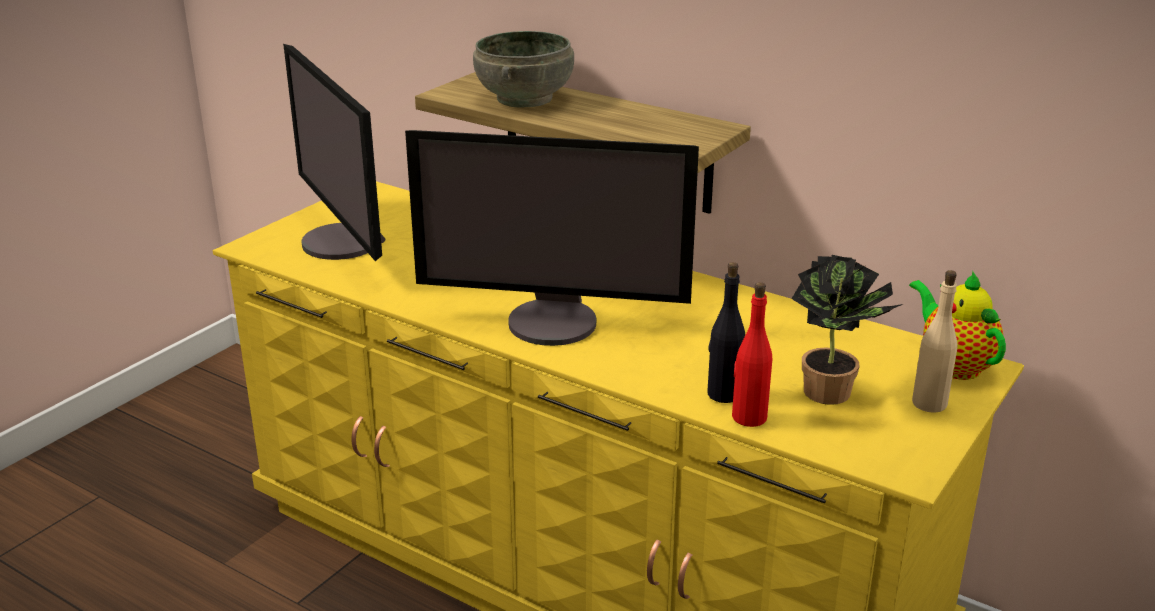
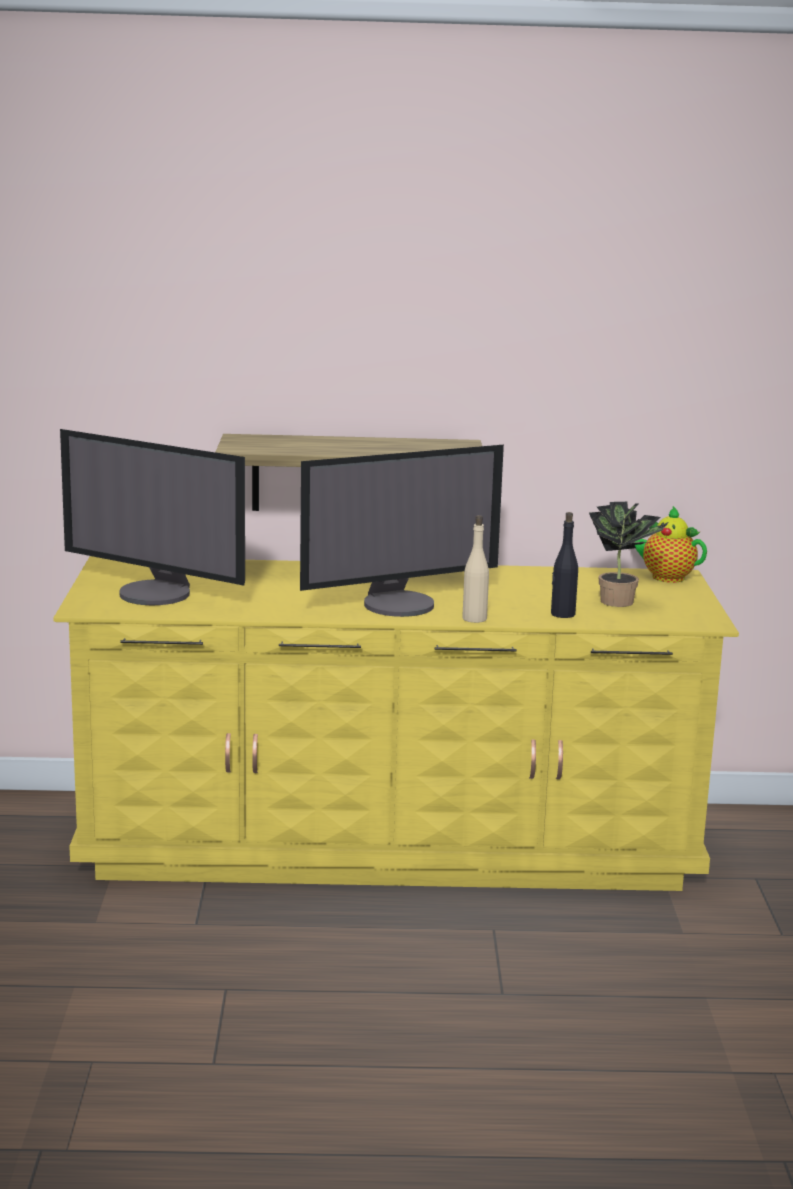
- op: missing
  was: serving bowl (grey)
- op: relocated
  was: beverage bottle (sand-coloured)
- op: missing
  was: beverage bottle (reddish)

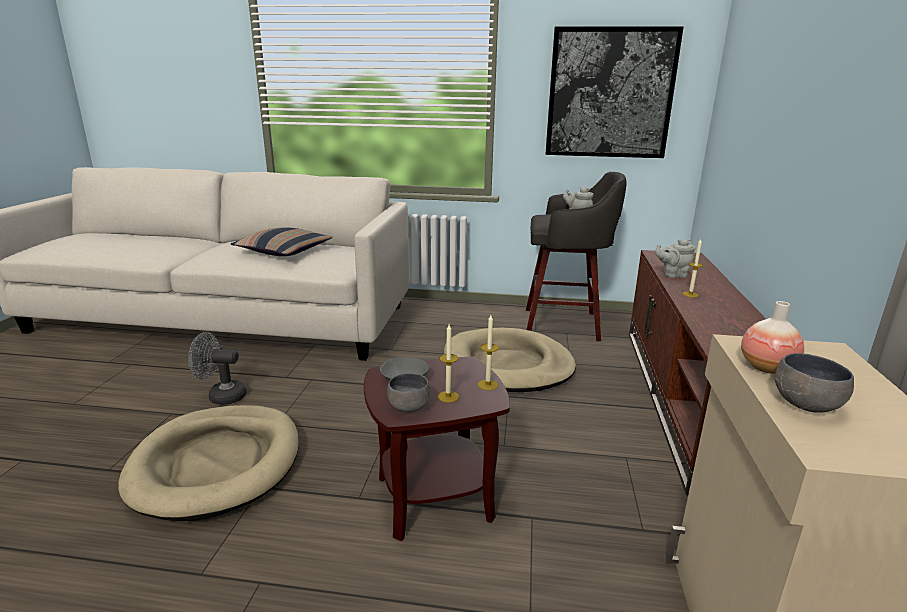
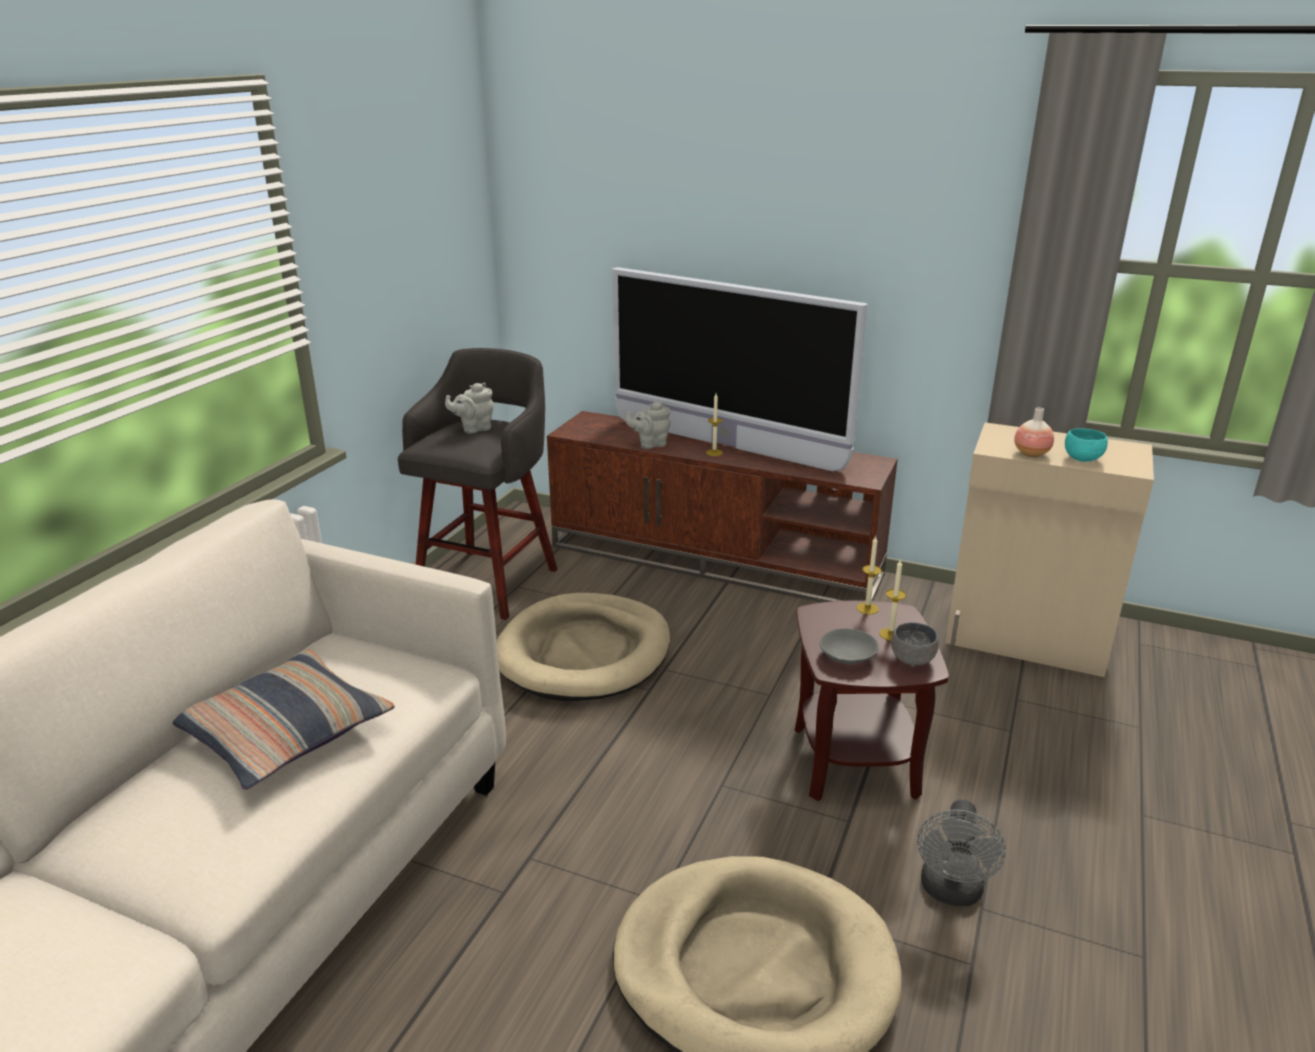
- op: missing
  was: wall picture
- op: spun
  was: tea pot (grey) (no. 2 from left)
  clockwise: 60
- op: relocated
  was: cooling fan (grey)
- op: colour
  was: serving bowl (grey) (no. 3 from left)
  now: serving bowl (blue-green)
- op: appeared
  now: TV set

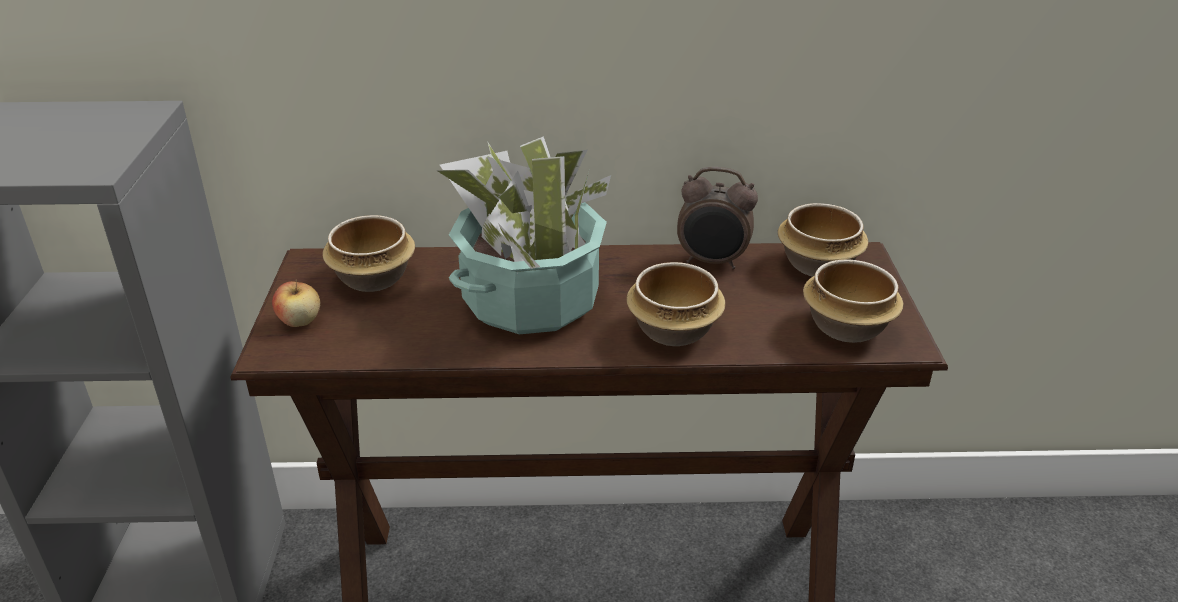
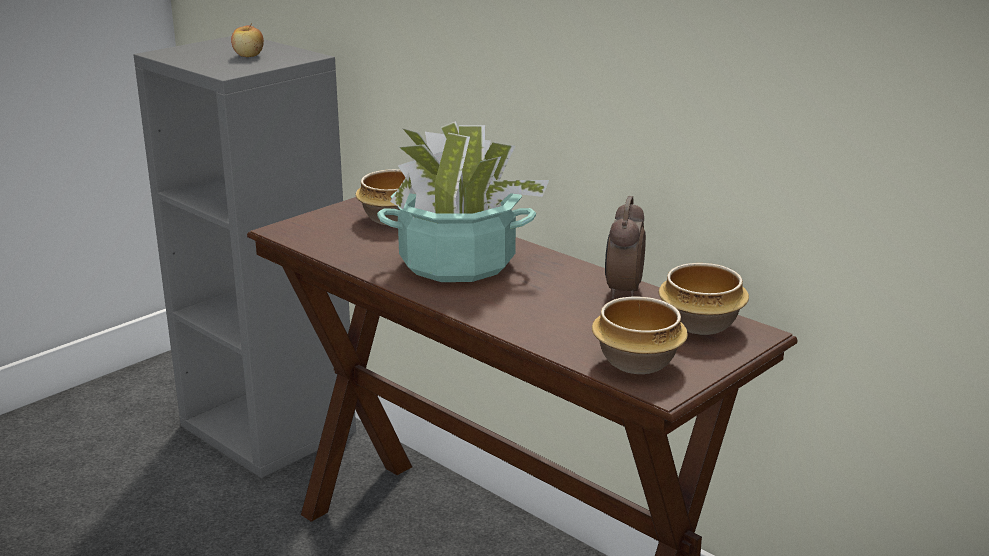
- op: spun
  was: alarm clock
  clockwise: 45
- op: missing
  was: serving bowl (no. 2 from left)
- op: relocated
  was: whole apple

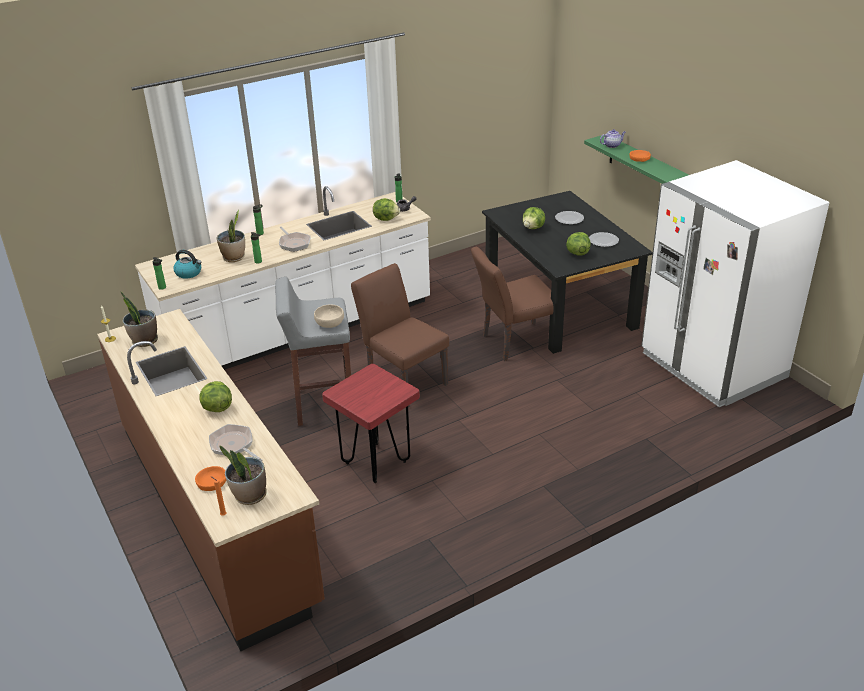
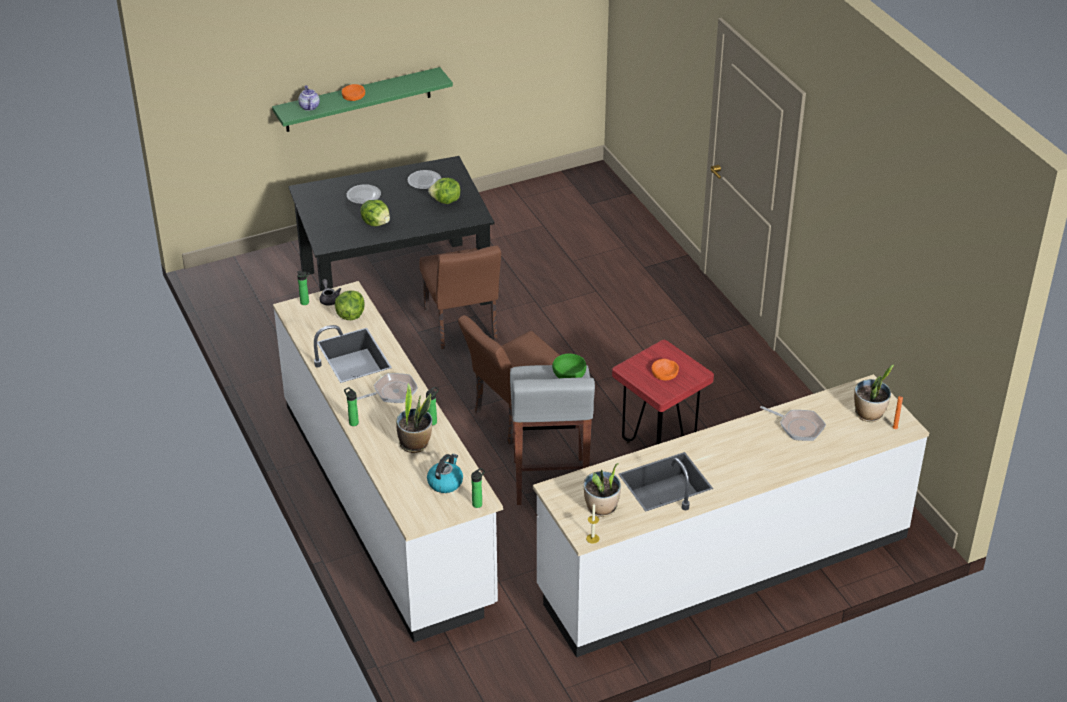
- op: missing
  was: refrigerator (white-coloured)
- op: colour
  was: serving bowl (sand-coloured)
  now: serving bowl (greenish)
- op: colour
  was: kitchen base unit (brown)
  now: kitchen base unit (white-coloured) (no. 2 from left)
- op: missing
  was: lettuce head (no. 1 from left)
- op: spun
  was: pan (no. 1 from left in the first image)
  clockwise: -105
- op: relocated
  was: serving bowl (orangey) (no. 1 from left in the first image)
  now: serving bowl (orangey) (no. 2 from left)

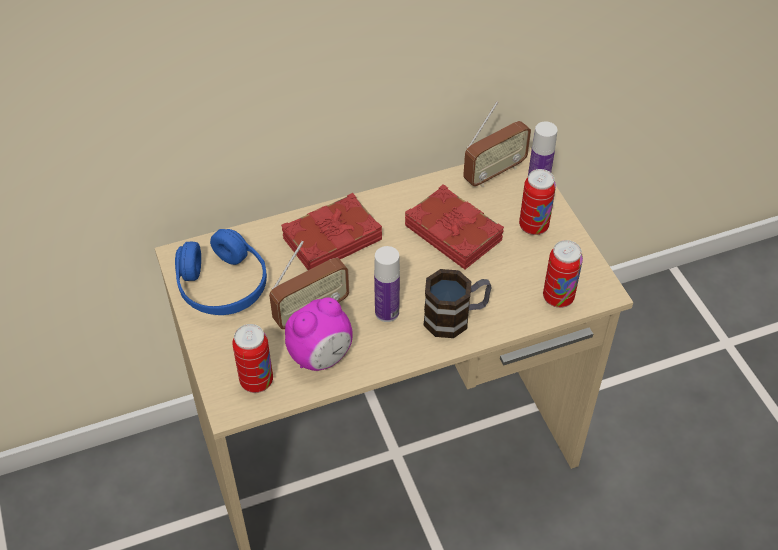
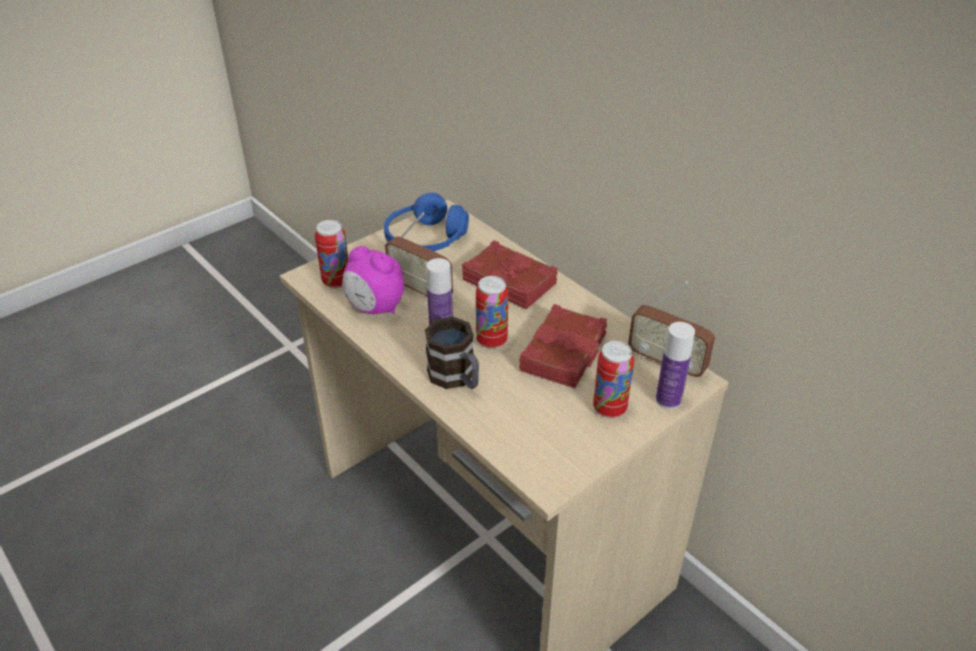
- op: relocated
  was: metal can (no. 3 from left in the first image)
  now: metal can (no. 2 from left)

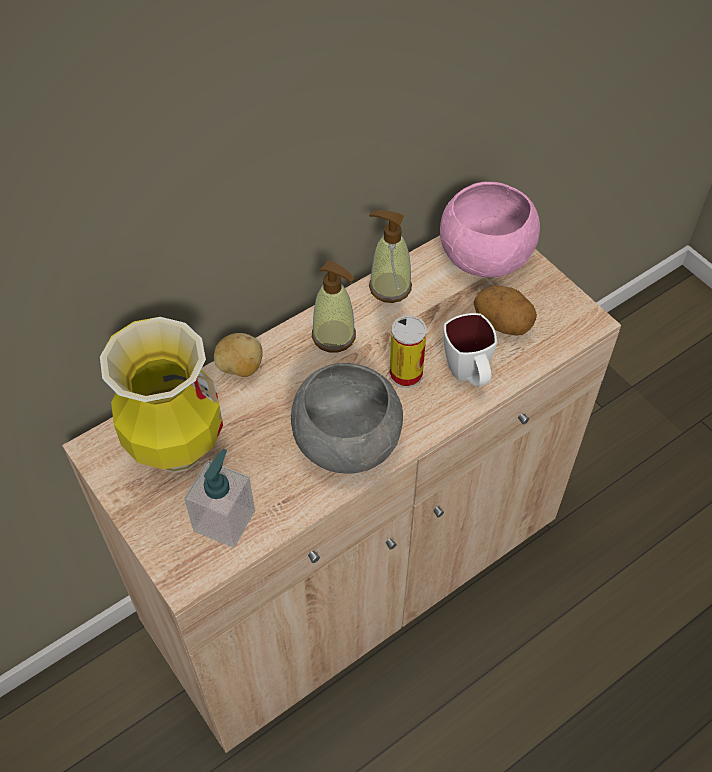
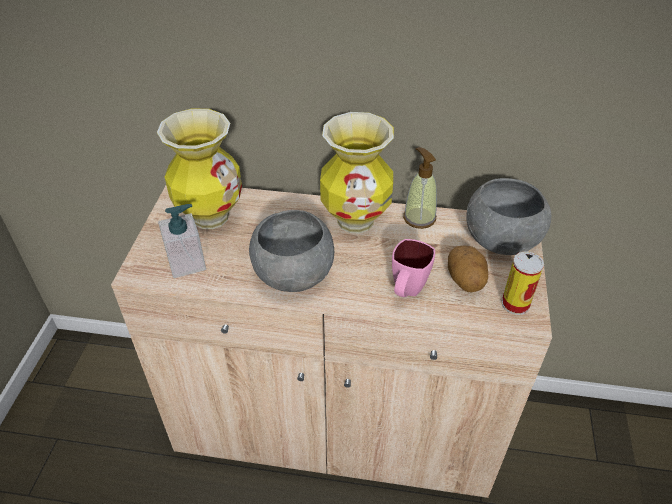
- op: colour
  was: serving bowl (pinkish)
  now: serving bowl (grey) (no. 2 from left)
- op: exchanged
  was: soap bottle (no. 2 from left)
  now: vase (no. 2 from left)
- op: colour
  was: coffee mug (white-coloured)
  now: coffee mug (pinkish)
- op: relocated
  was: metal can
- op: missing
  was: potato (no. 1 from left)

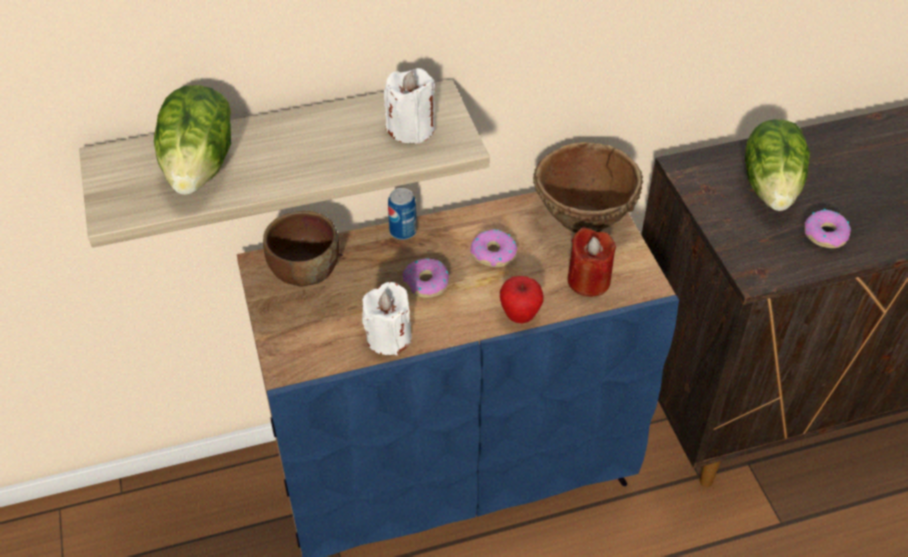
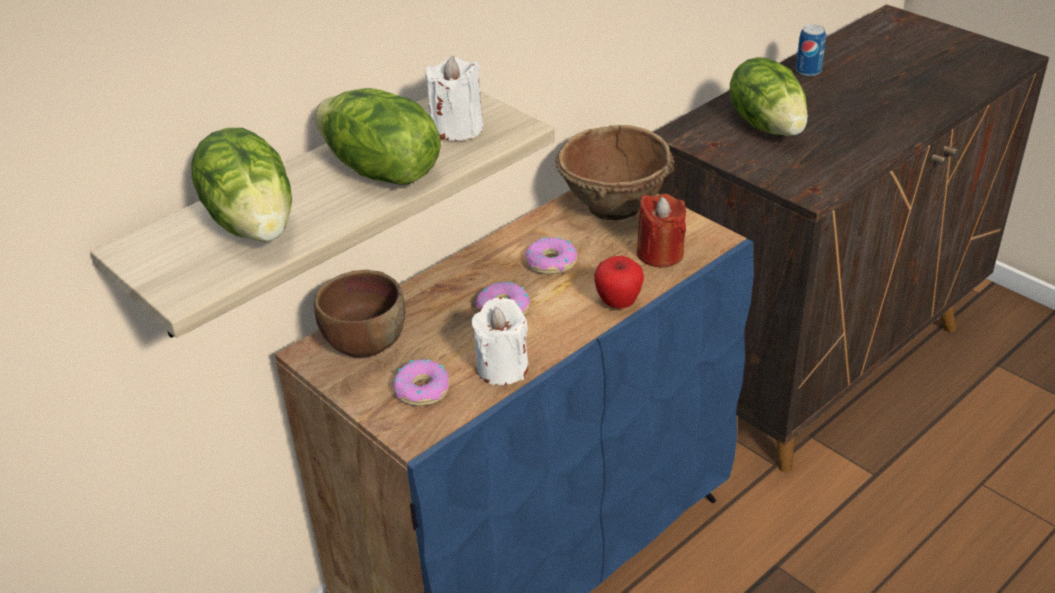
- op: relocated
  was: metal can
- op: relocated
  was: doughnut (no. 3 from left in the first image)
  now: doughnut (no. 1 from left)
- op: appeared
  now: lettuce head (no. 2 from left)

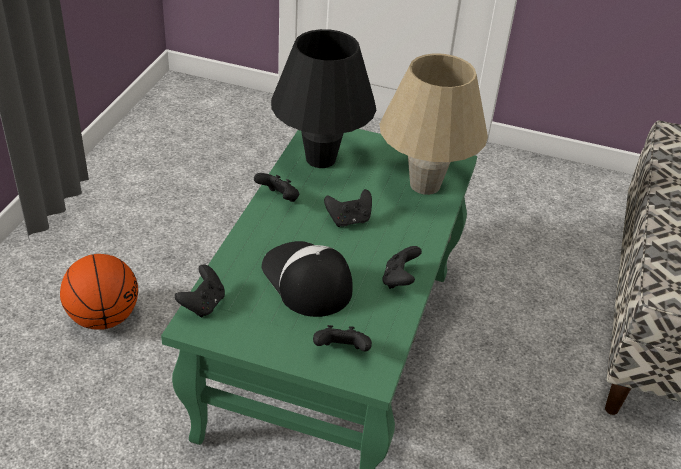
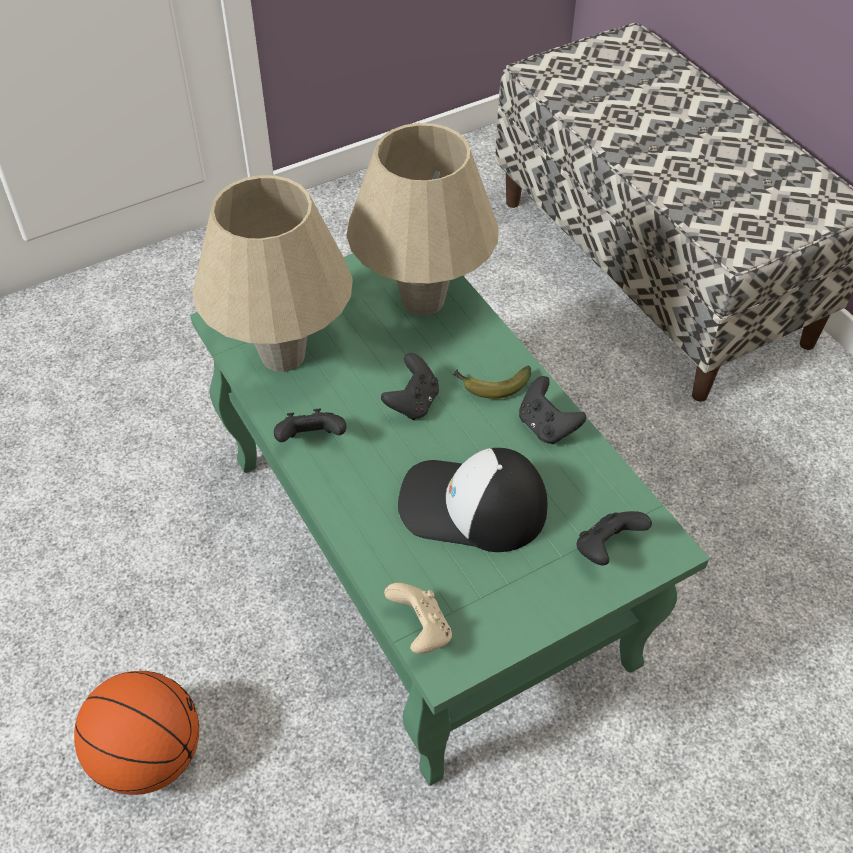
- op: colour
  was: table lamp (black-coloured)
  now: table lamp (sand-coloured) (no. 1 from left)
- op: colour
  was: game controller (black-coloured) (no. 1 from left)
  now: game controller (sand-coloured)
- op: appeared
  now: banana

